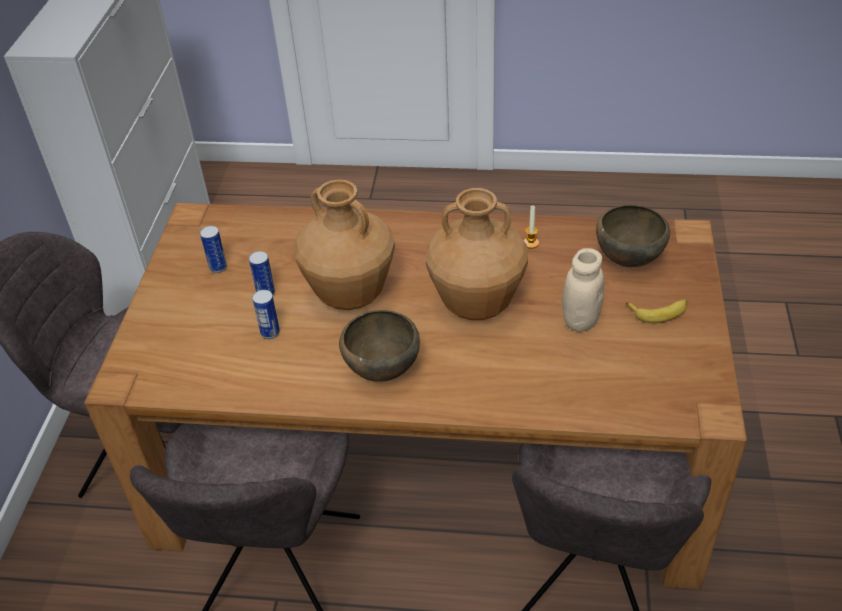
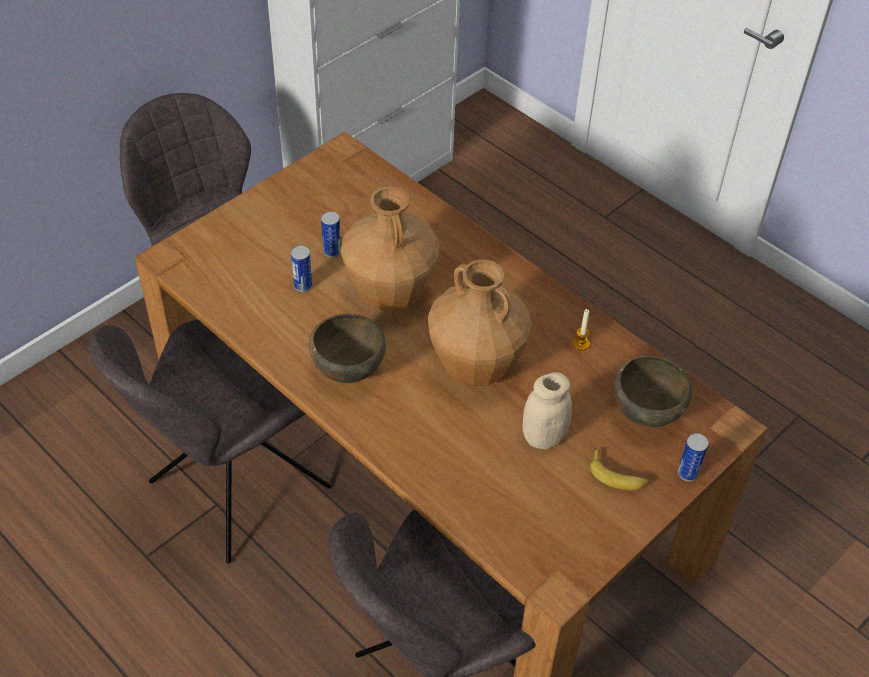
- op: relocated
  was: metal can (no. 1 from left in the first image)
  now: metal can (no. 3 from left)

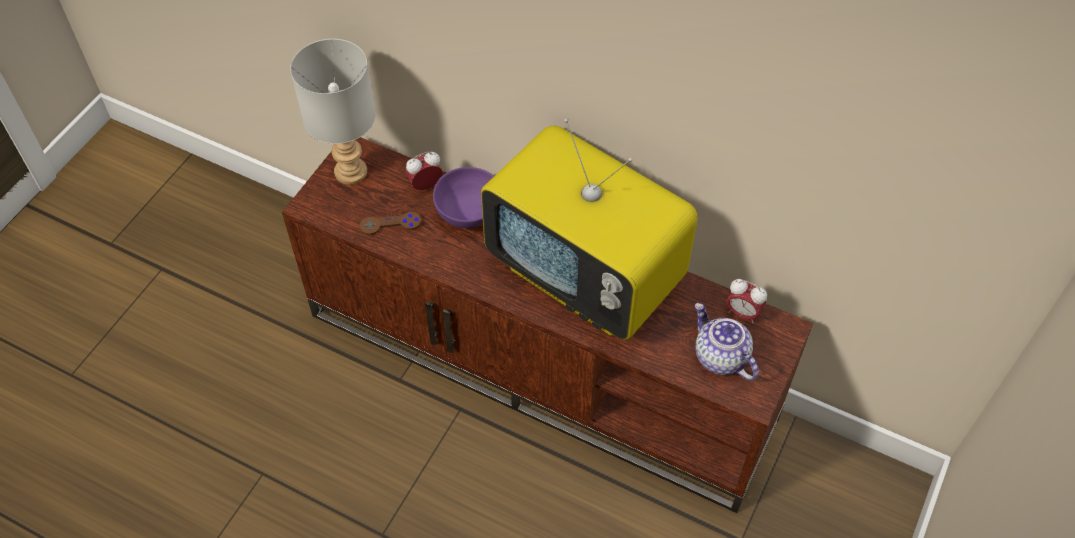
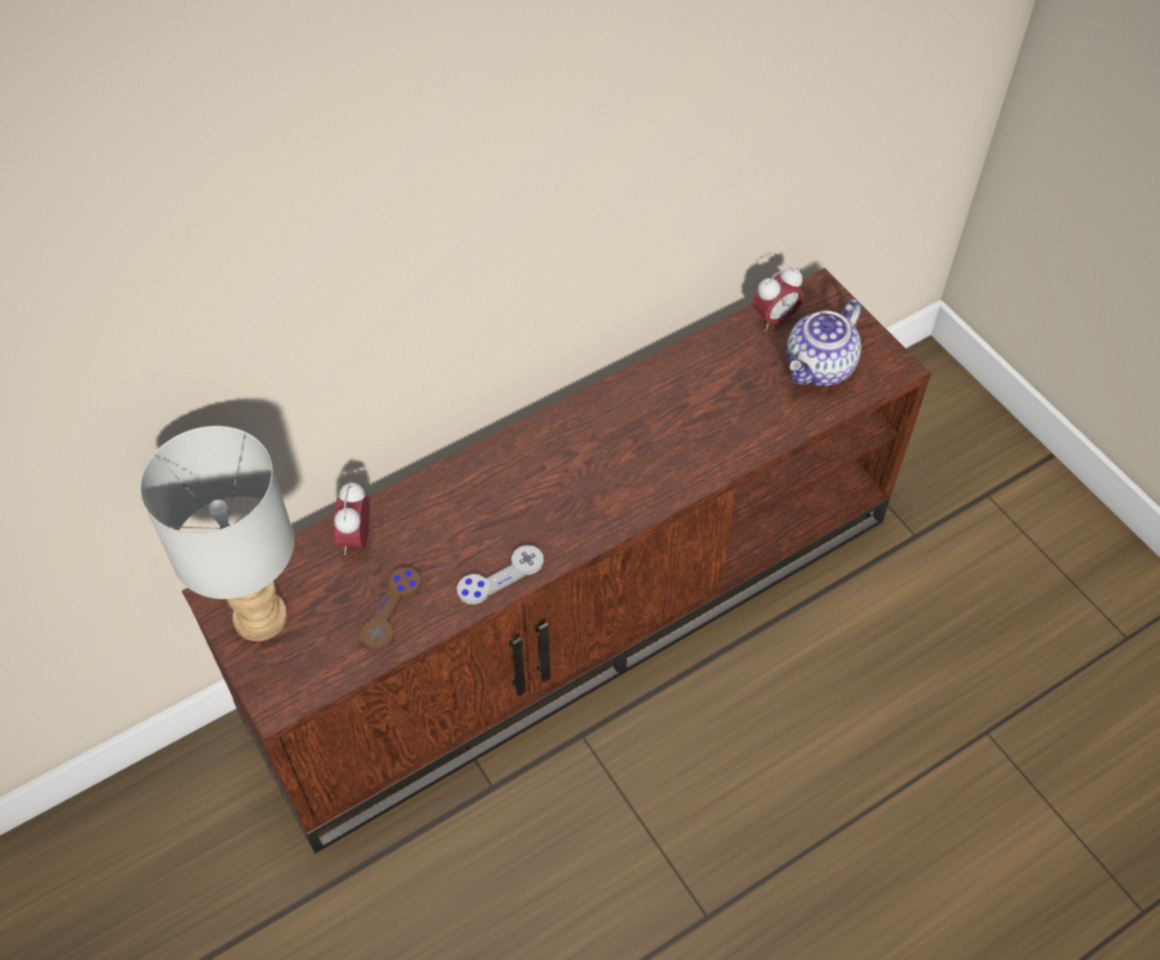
- op: missing
  was: TV set
- op: missing
  was: serving bowl (purple-coloured)
- op: spun
  was: tea pot
  clockwise: -45
- op: appeared
  now: game controller (grey)

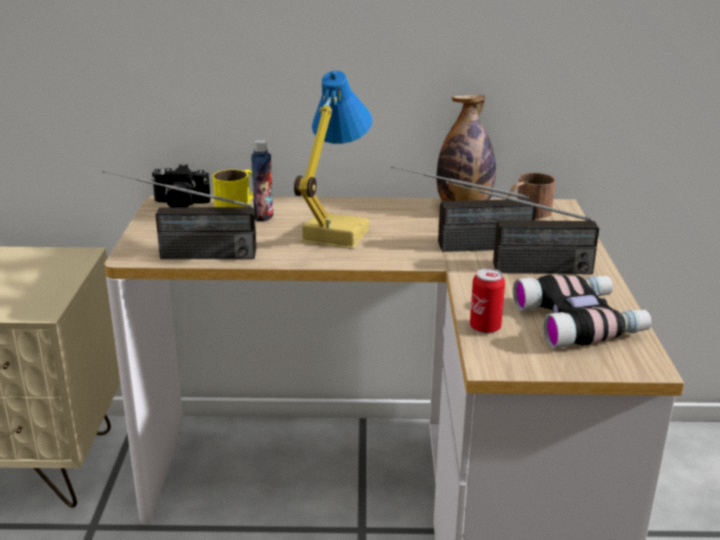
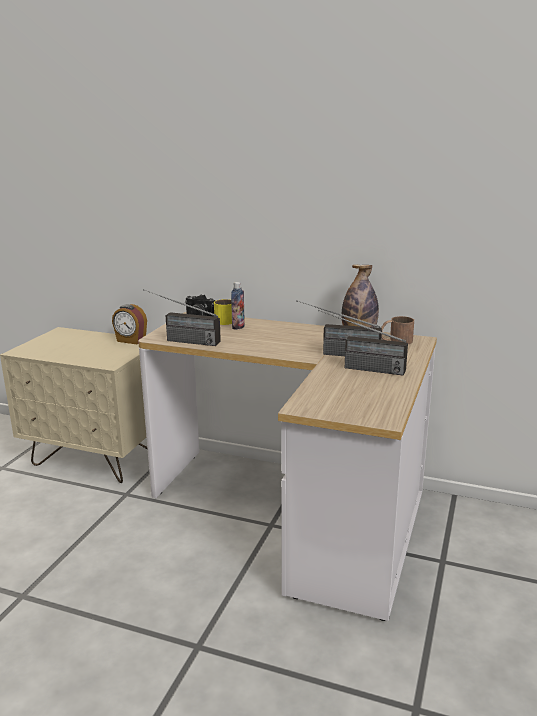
- op: missing
  was: table lamp
- op: missing
  was: metal can
- op: missing
  was: binoculars
- op: appeared
  now: alarm clock

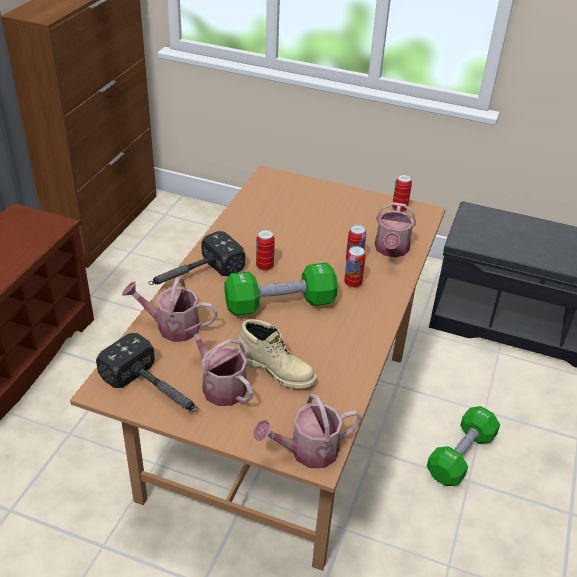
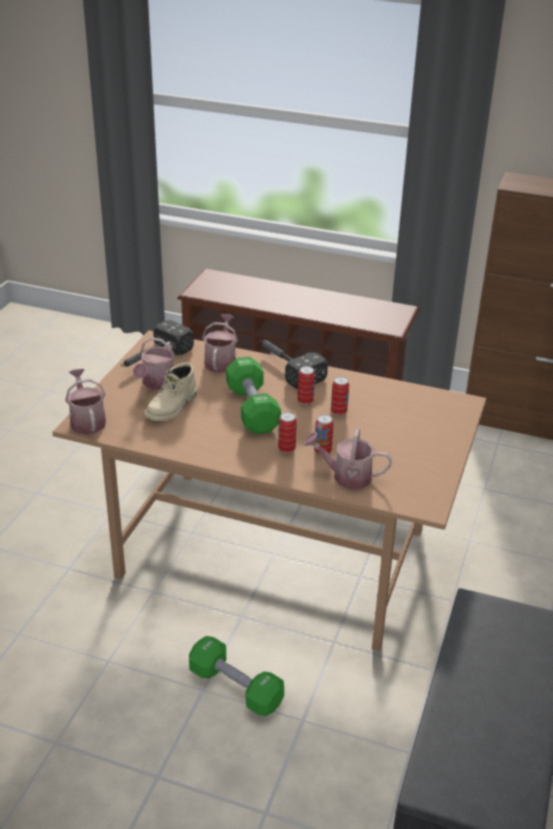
- op: relocated
  was: metal can (no. 4 from left)
- op: spun
  was: sprinkling can (no. 2 from left)
  clockwise: 150

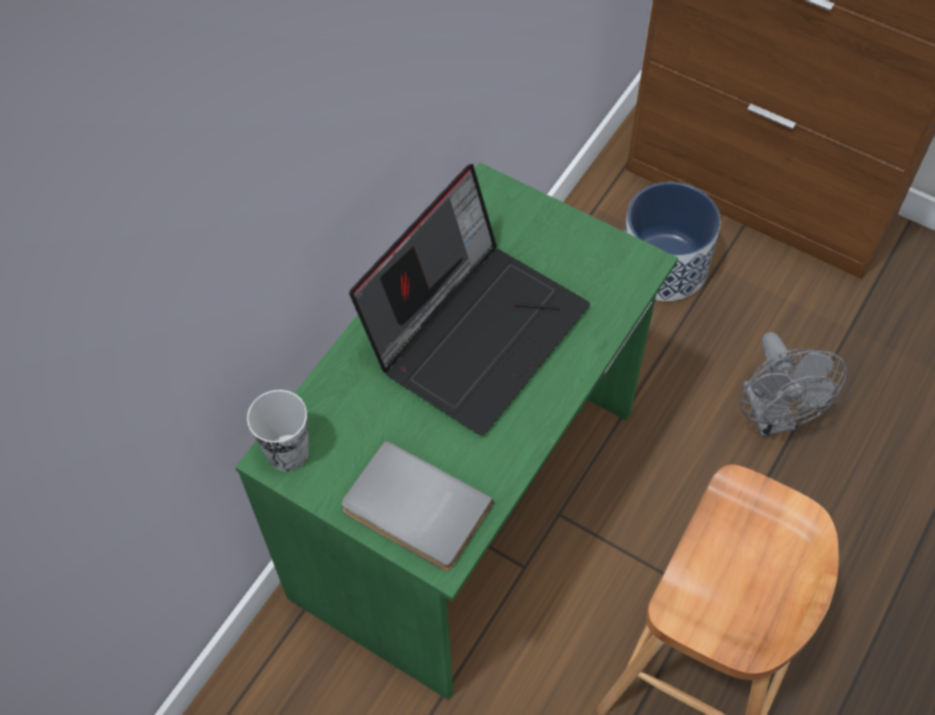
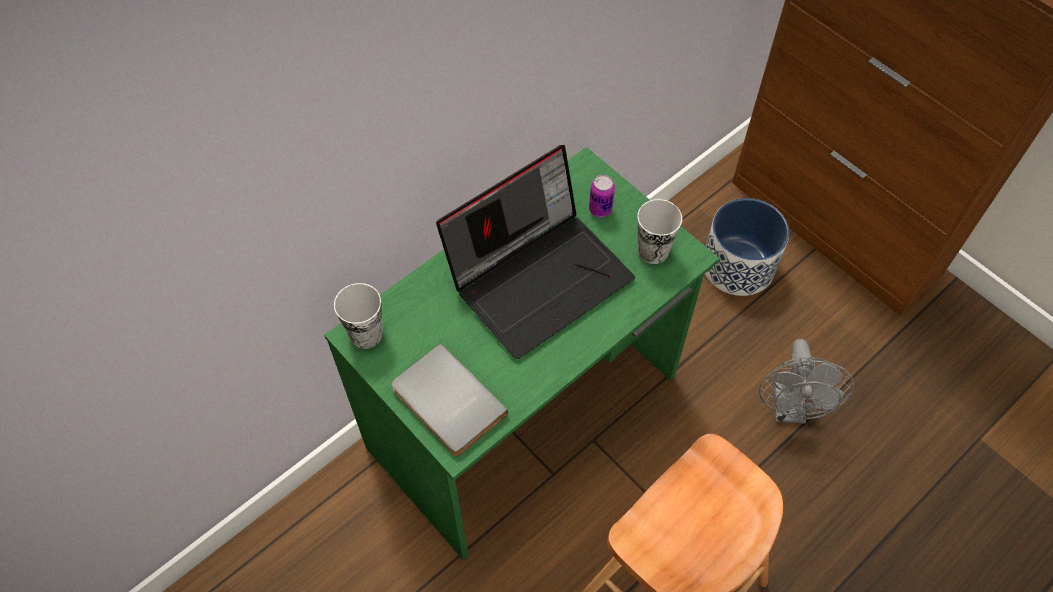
- op: appeared
  now: metal can
- op: appeared
  now: drinking cup (no. 2 from left)

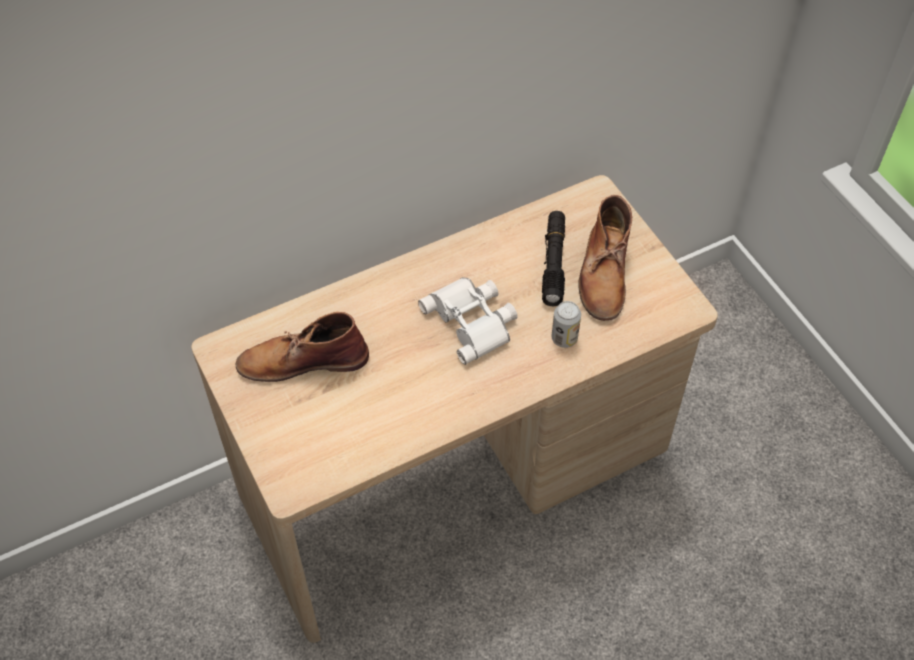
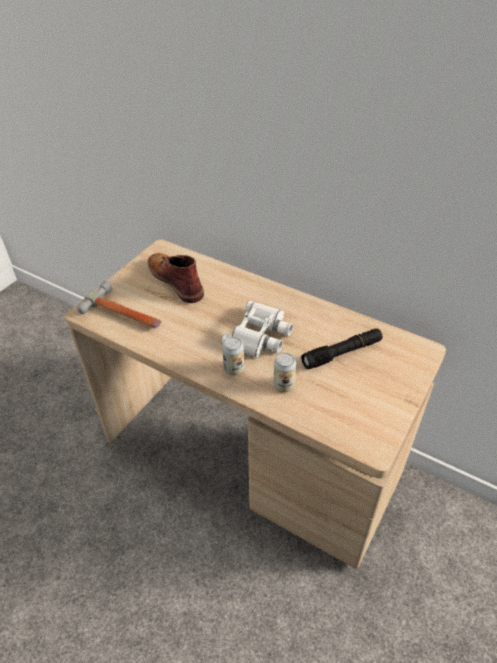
- op: missing
  was: tall boot (brown) (no. 2 from left)
- op: appeared
  now: hammer
- op: appeared
  now: metal can (no. 1 from left)

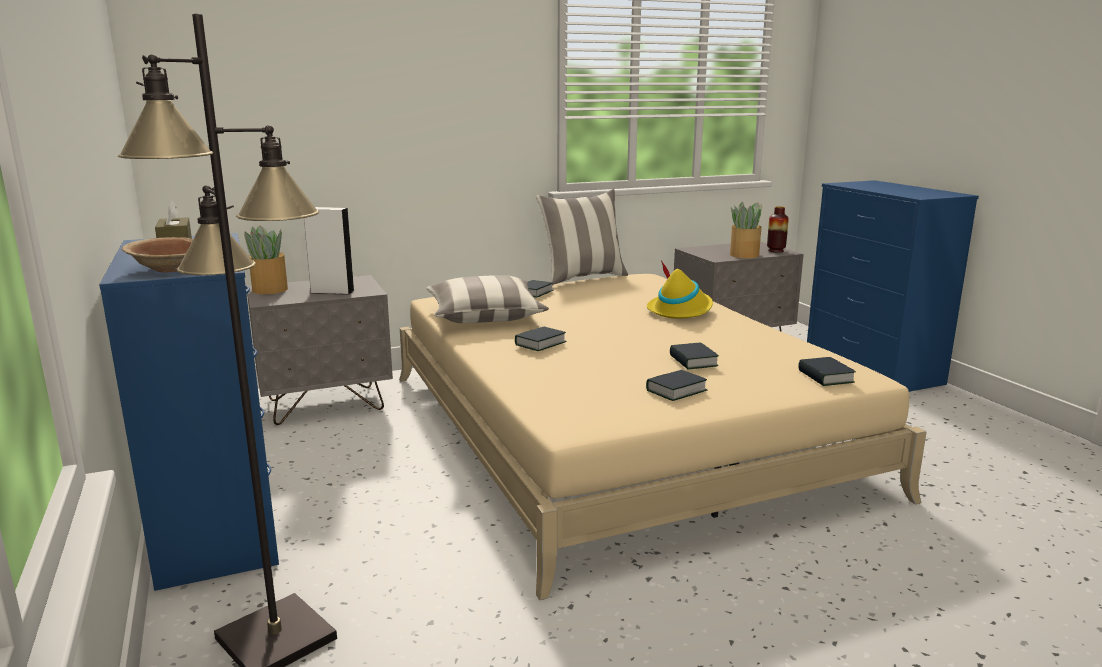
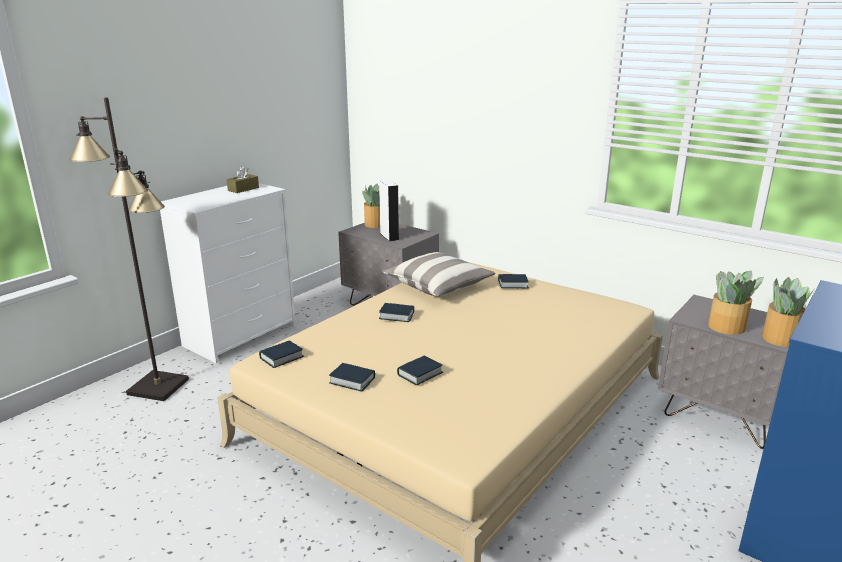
- op: missing
  was: pillow (no. 2 from left)
- op: exchanged
  was: vase
  now: plant in a pot (no. 3 from left)
- op: colour
  was: dresser (blue) (no. 1 from left)
  now: dresser (white-coloured)
- op: missing
  was: serving bowl (brown)
- op: missing
  was: clothing hat (yellowish)
- op: relocated
  was: bound book (no. 5 from left in the first image)
  now: bound book (no. 1 from left)

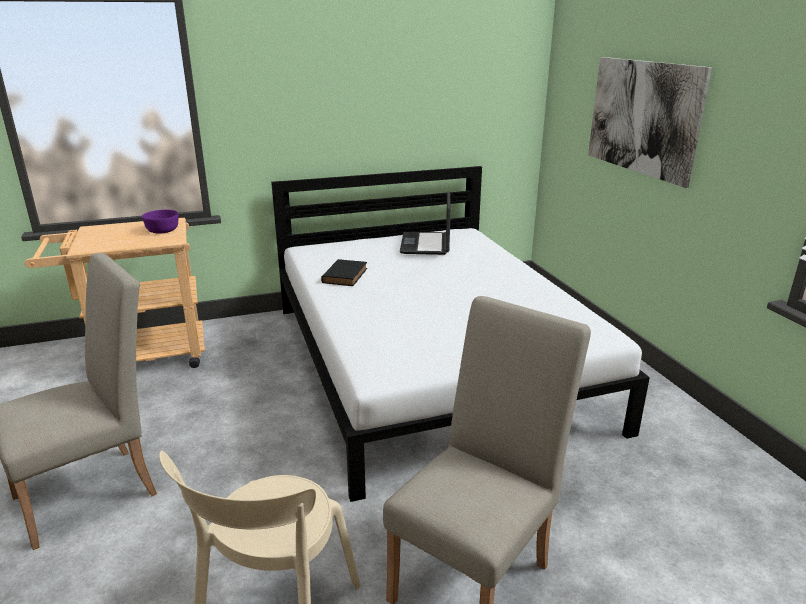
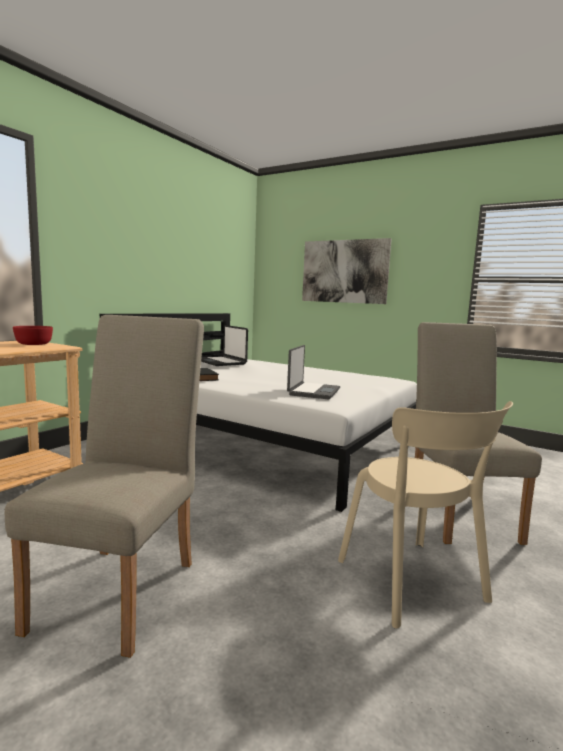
- op: colour
  was: serving bowl (purple-coloured)
  now: serving bowl (reddish)
- op: appeared
  now: laptop (no. 2 from left)

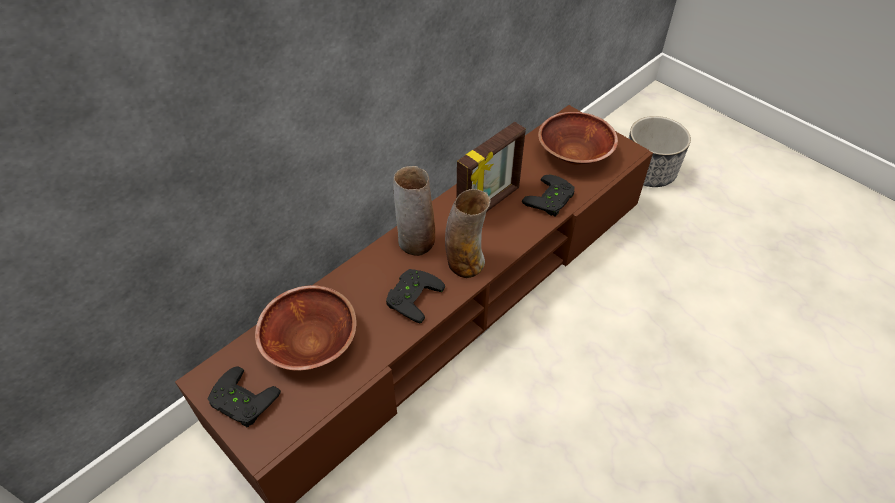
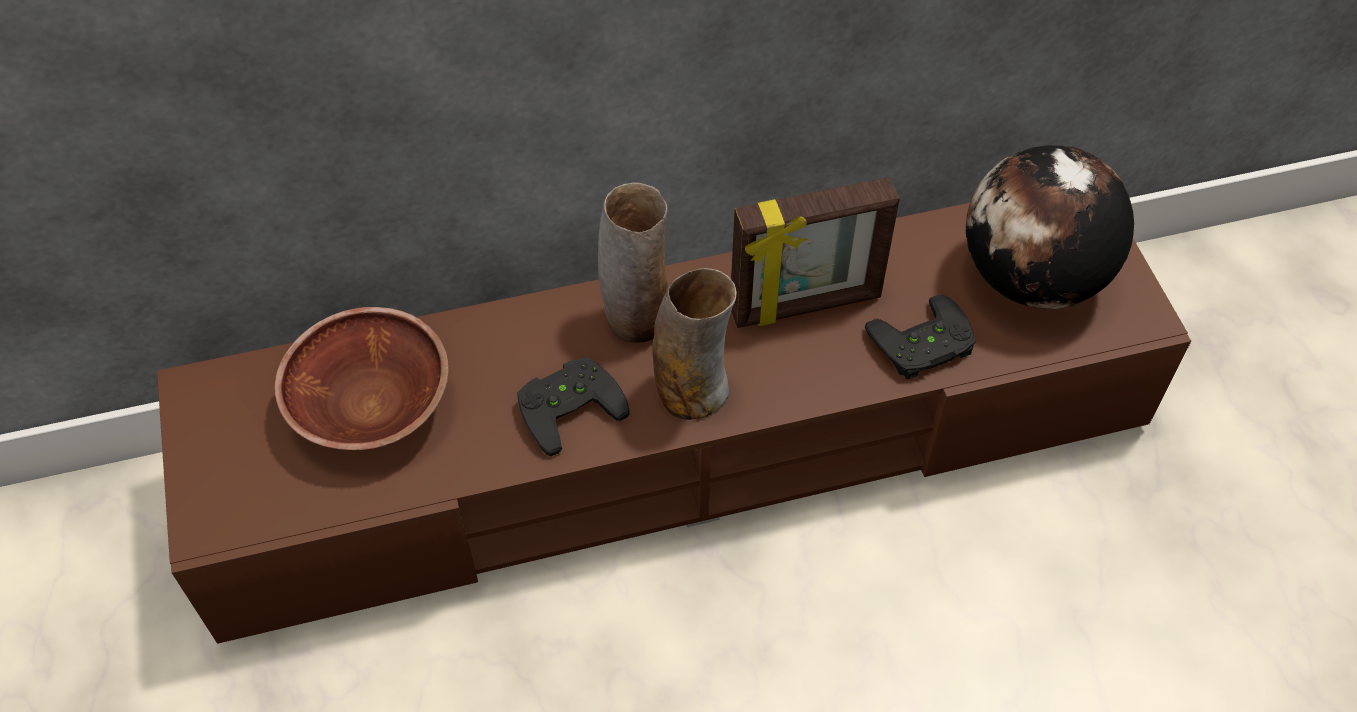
- op: exchanged
  was: serving bowl (brown) (no. 2 from left)
  now: globe
- op: missing
  was: flower pot
- op: missing
  was: game controller (black-coloured) (no. 1 from left)

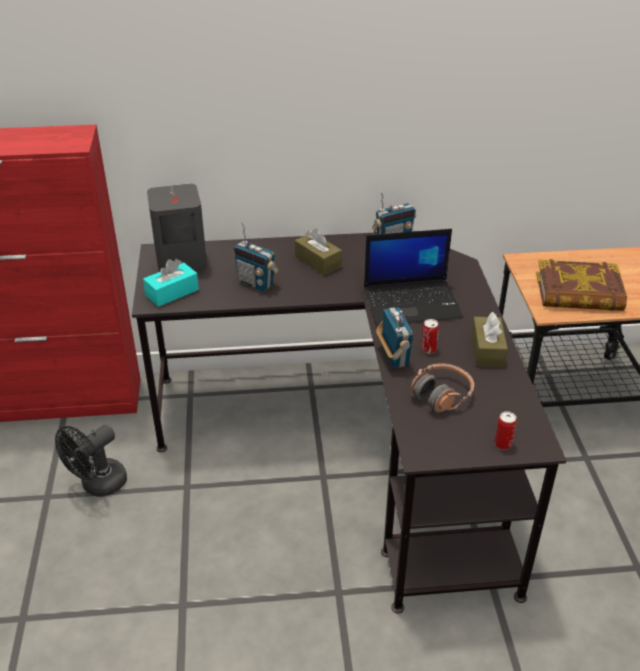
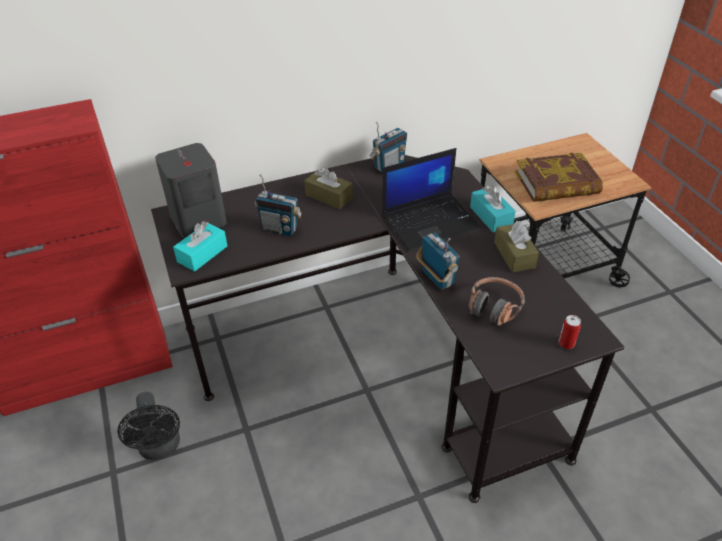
- op: missing
  was: metal can (no. 1 from left)
- op: spun
  was: cooling fan (black-coloured)
  clockwise: -45
- op: appeared
  now: box of tissues (blue-green) (no. 2 from left)

